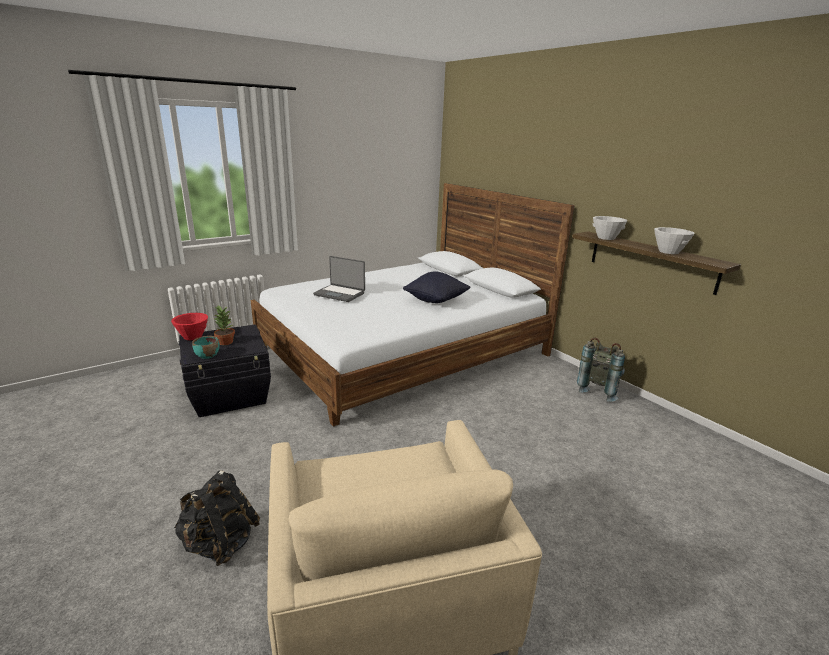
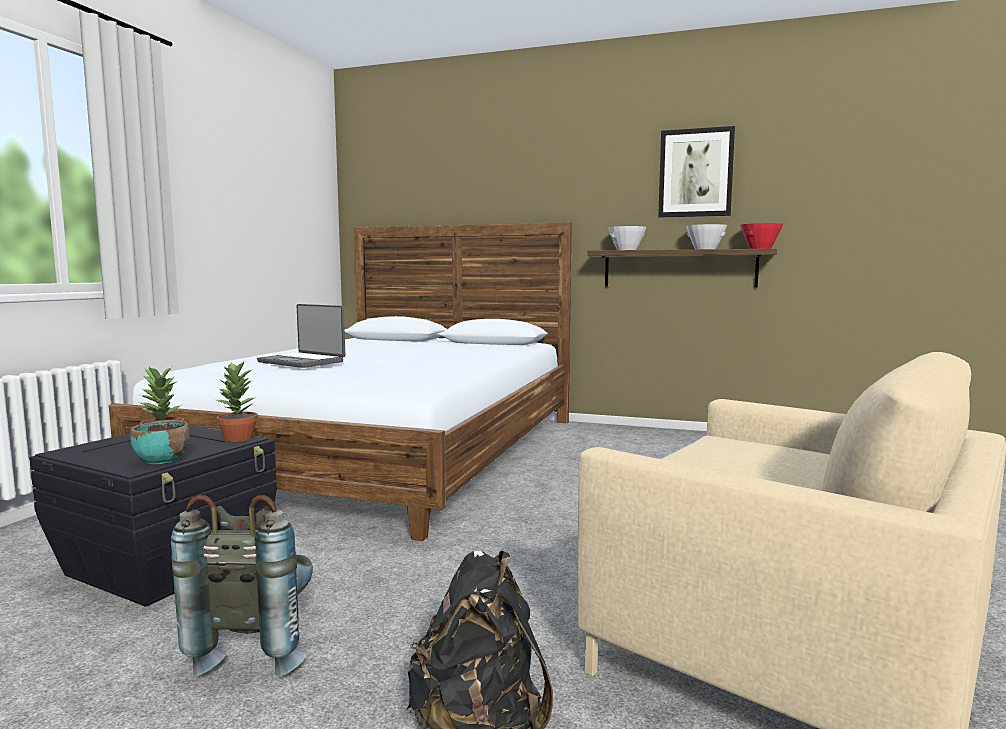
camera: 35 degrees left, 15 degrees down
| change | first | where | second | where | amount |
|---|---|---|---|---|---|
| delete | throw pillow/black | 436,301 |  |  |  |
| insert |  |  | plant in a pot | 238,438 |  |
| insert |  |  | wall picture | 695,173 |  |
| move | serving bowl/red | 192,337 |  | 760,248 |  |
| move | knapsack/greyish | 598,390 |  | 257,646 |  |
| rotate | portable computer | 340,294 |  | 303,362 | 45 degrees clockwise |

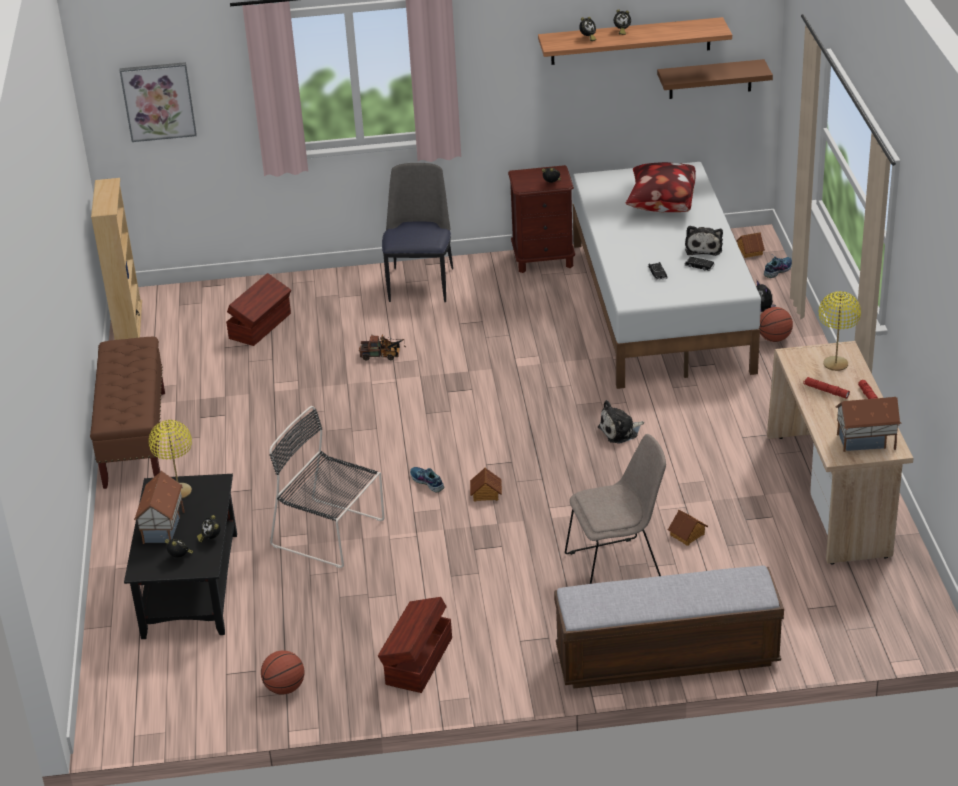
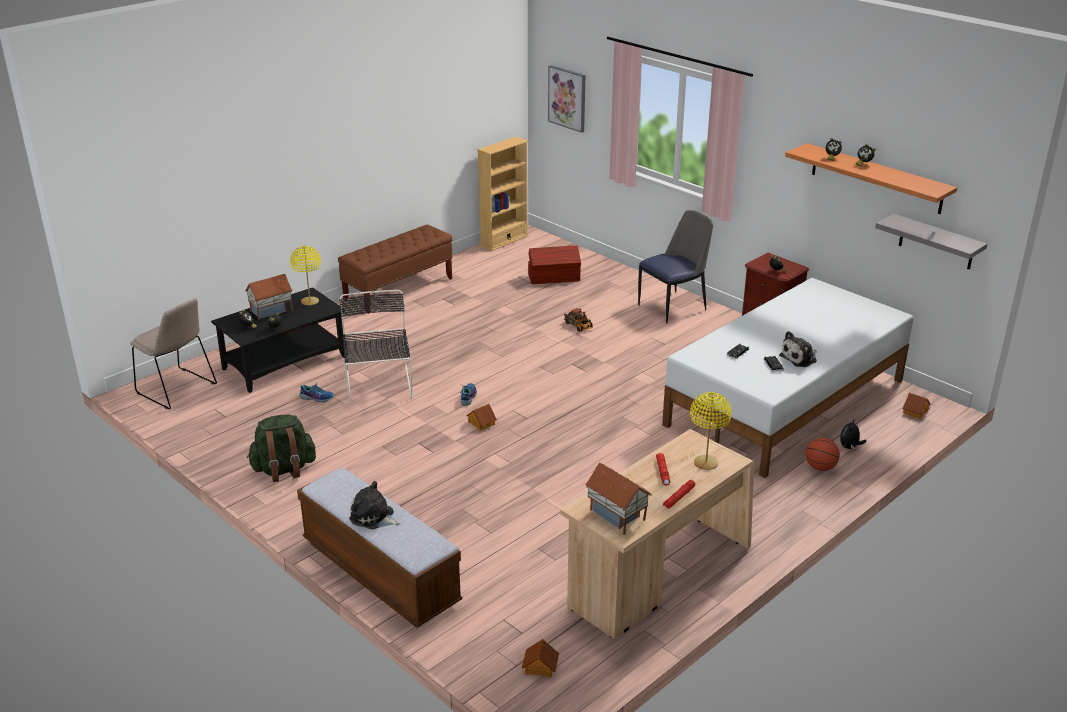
camera: 50 degrees right, 5 degrees down
| change | first | where | second | where | amount |
|---|---|---|---|---|---|
| delete | ball for basketball | 284,688 |  |  |  |
| delete | throw pillow | 661,206 |  |  |  |
| move | chair/beige | 617,569 |  | 178,389 |  |
| move | soft toy | 620,431 |  | 374,517 |  |
| move | model house | 687,535 |  | 540,667 |  |
| move | low shoe | 777,270 |  | 317,397 |  |
| replace | storage box/brown | 417,661 | knapsack/green | 284,469 |  |
| recolor | wall shelf/brown | 710,79 | wall shelf/greyish | 936,242 |  |

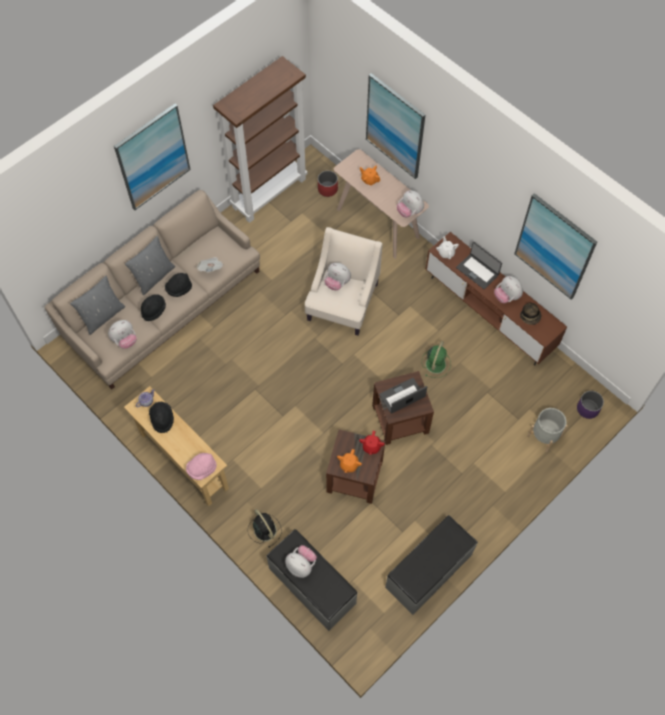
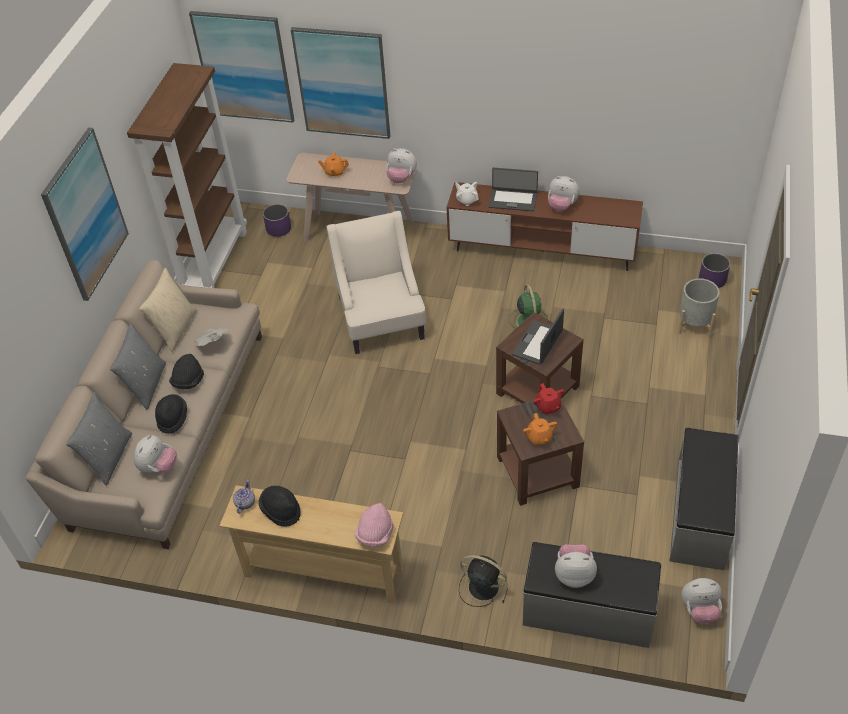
camera: 30 degrees left, 15 degrees down
| change | first | where | second | where | amount |
|---|---|---|---|---|---|
| delete | clothing hat | 530,317 |  |  |  |
| insert |  |  | throw pillow/beige | 175,329 |  |
| move | soft toy | 337,283 |  | 699,610 |  |
| move | wall picture | 554,247 |  | 244,67 |  |
| recolor | plant pot/red | 327,189 | plant pot/purple-coloured | 278,229 |  |

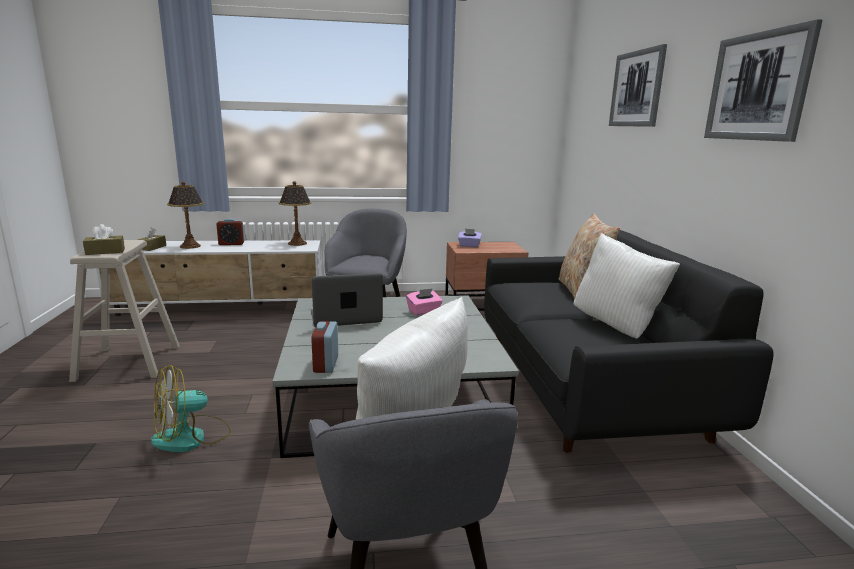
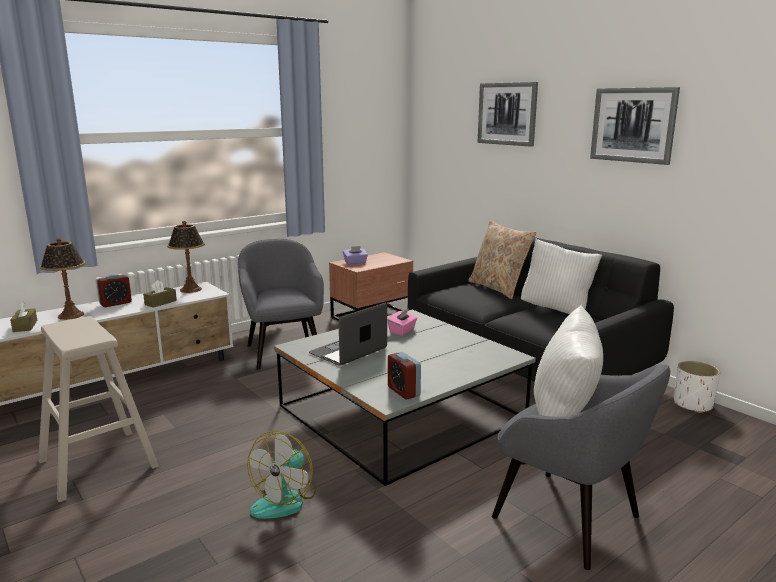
camera: 30 degrees left, 0 degrees up
| change | first | where | second | where | amount |
|---|---|---|---|---|---|
| insert |  |  | plant pot/white | 693,405 |  |
| move | tissue holder/brown | 105,252 |  | 160,302 |  |

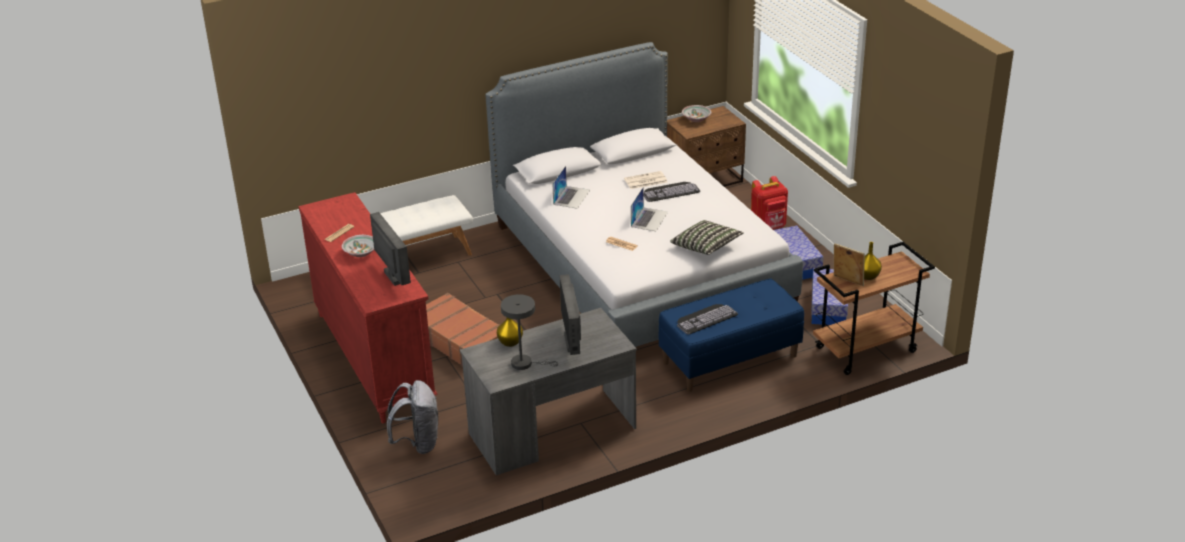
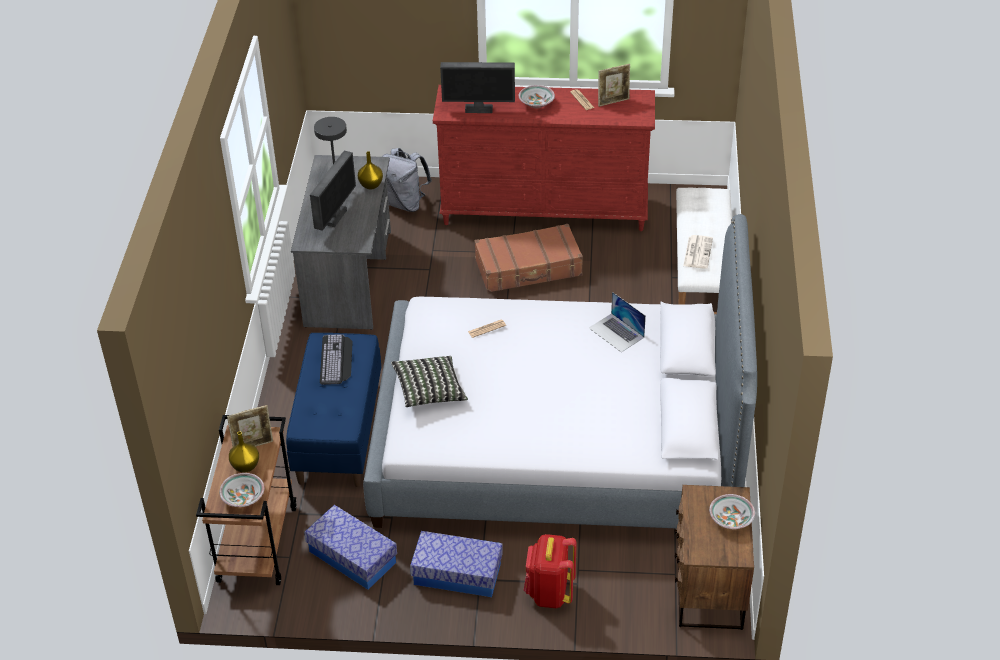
camera: 120 degrees right, 10 degrees up
| change | first | where | second | where | amount |
|---|---|---|---|---|---|
| delete | portable computer | 649,219 |  |  |  |
| delete | keyboard | 670,191 |  |  |  |
| insert |  |  | serving bowl | 243,497 |  |
| insert |  |  | picture frame | 613,101 |  |
| move | printed paper | 645,181 |  | 697,252 |  |
| rotate | computer display | 572,343 |  | 335,217 | 90 degrees clockwise |

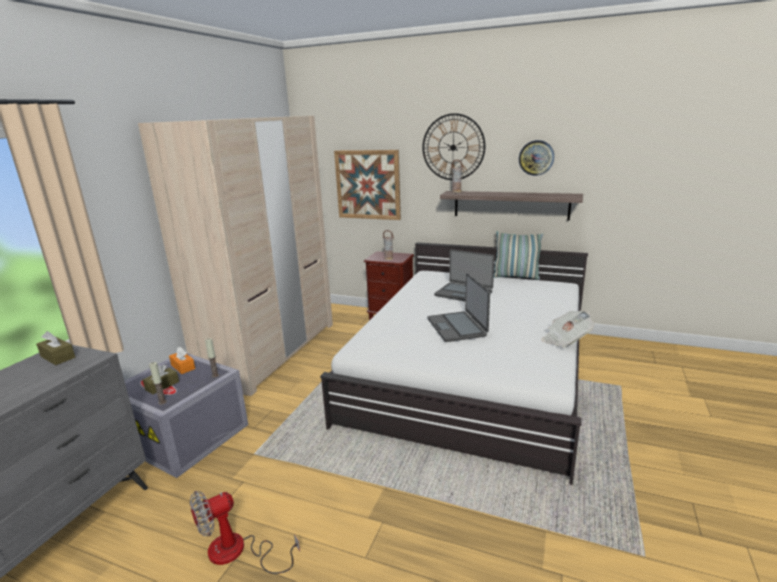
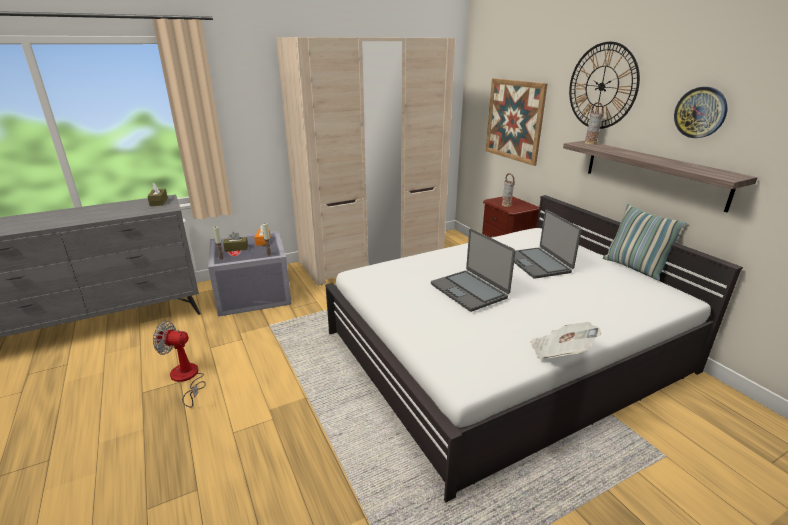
camera: 40 degrees right, 5 degrees up
| change | first | where | second | where | amount |
|---|---|---|---|---|---|
| rotate | portable computer | 457,327 |  | 469,291 | 60 degrees counterclockwise |

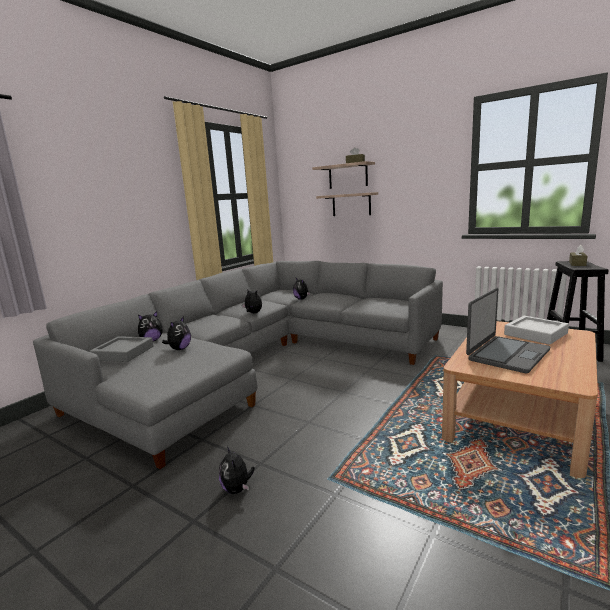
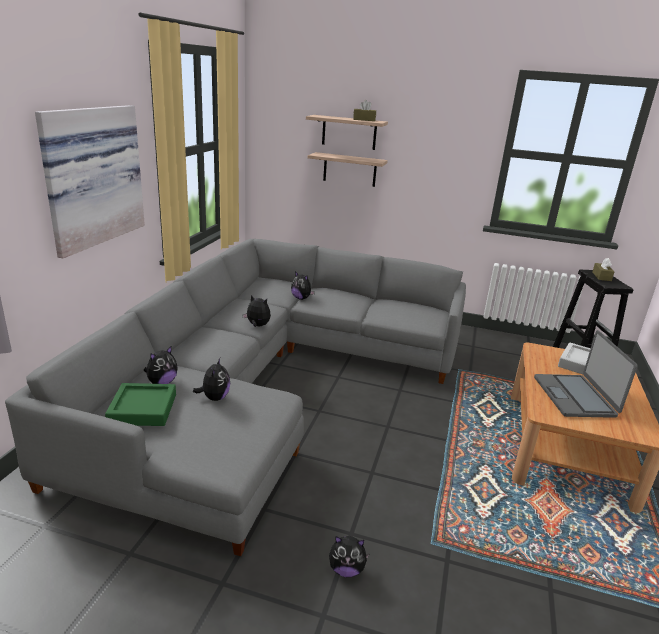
camera: 20 degrees left, 10 degrees up
| change | first | where | second | where | amount |
|---|---|---|---|---|---|
| insert |  |  | wall picture | 91,176 |  |
| recolor | serving tray/greyish | 123,353 | serving tray/green | 143,409 |  |
| rotate | soft toy | 237,489 |  | 346,569 | 45 degrees counterclockwise |
| rotate | portable computer | 507,354 |  | 575,396 | 150 degrees clockwise |

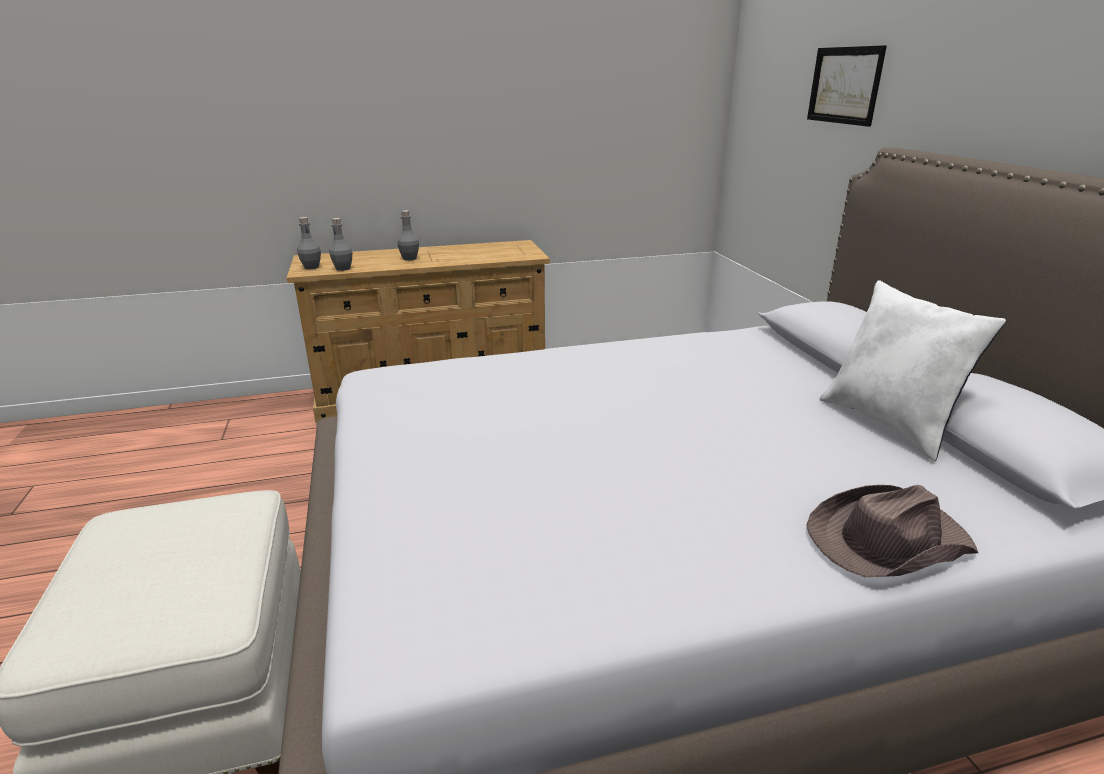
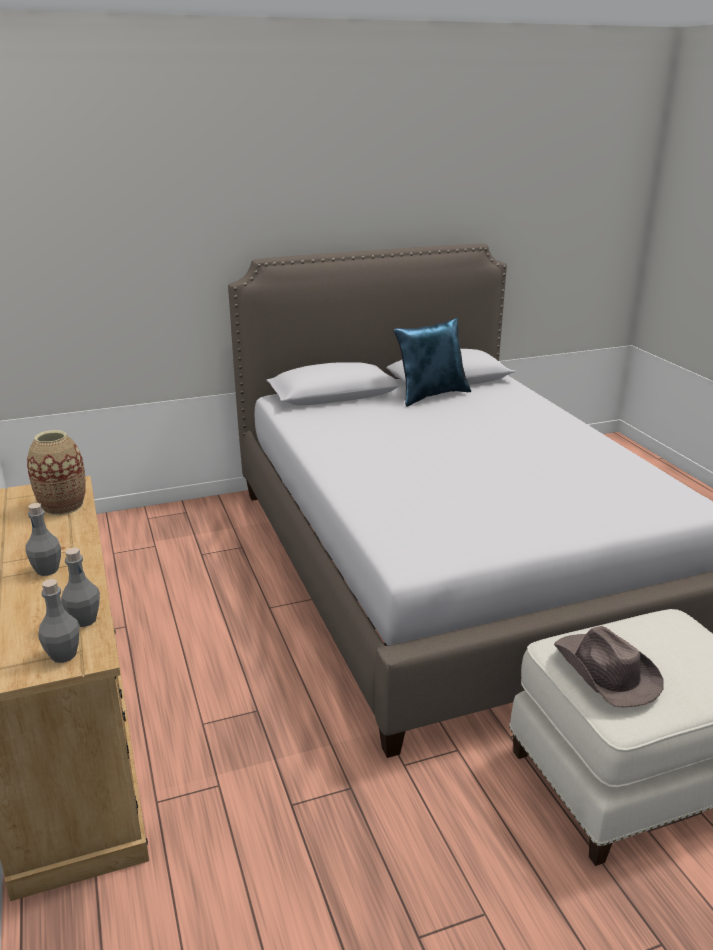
camera: 95 degrees left, 0 degrees up
| change | first | where | second | where | amount |
|---|---|---|---|---|---|
| delete | wall picture | 844,85 |  |  |  |
| insert |  |  | vase | 62,506 |  |
| move | clothing hat/brown | 887,540 |  | 605,672 |  |
| recolor | throw pillow/white | 889,424 | throw pillow/blue | 431,395 |  |

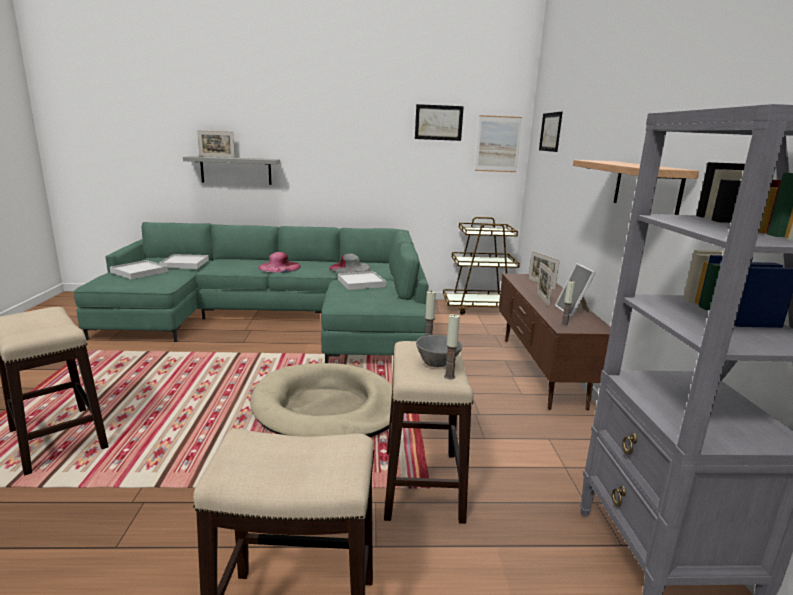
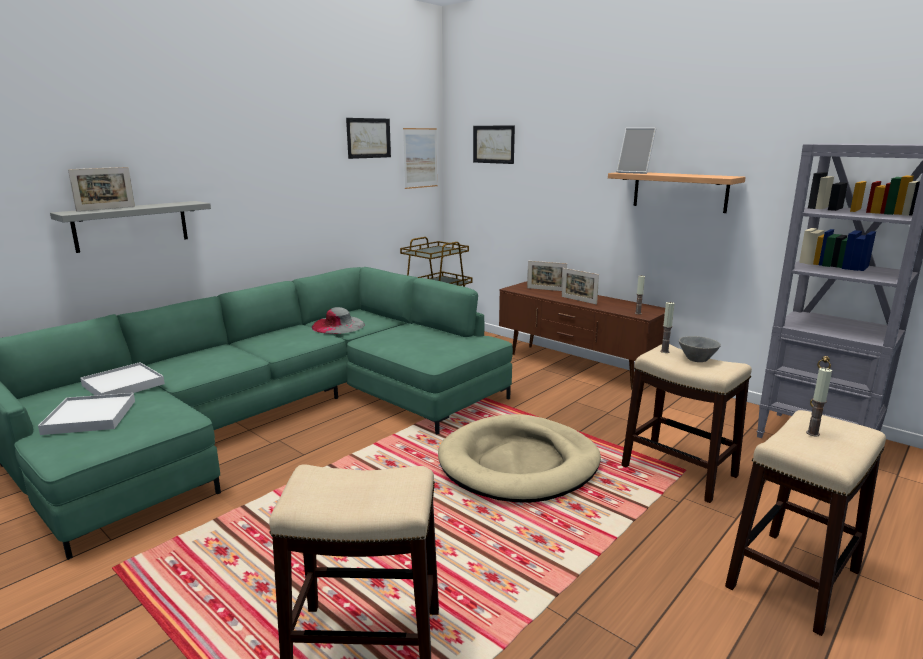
camera: 45 degrees left, 0 degrees up
| change | first | where | second | where | amount |
|---|---|---|---|---|---|
| delete | clothing hat/pink | 279,267 |  |  |  |
| delete | serving tray/white | 361,283 |  |  |  |
| move | wax candle | 449,376 |  | 812,433 |  |
| move | picture frame | 573,311 |  | 635,172 |  |

